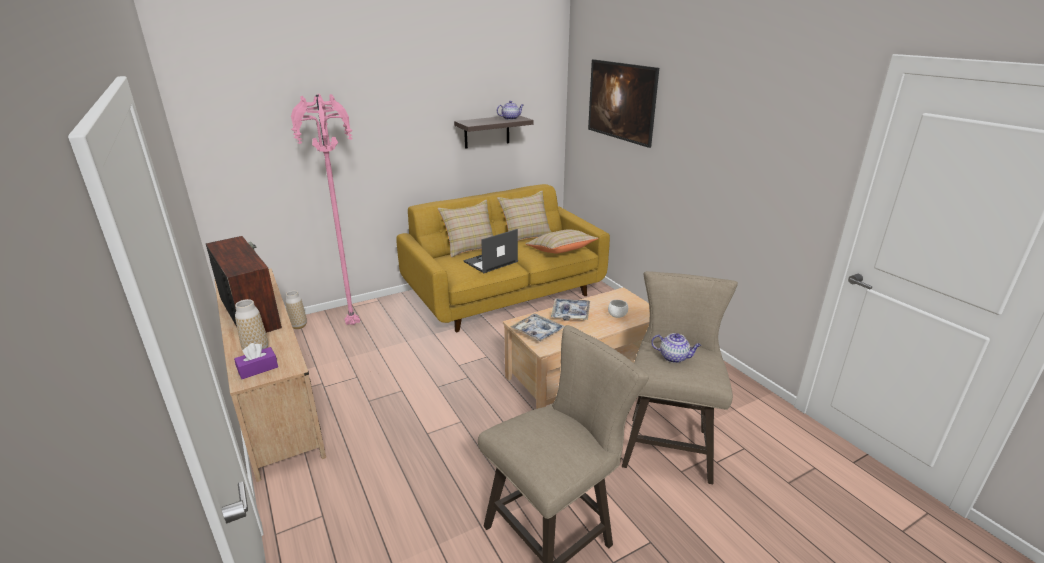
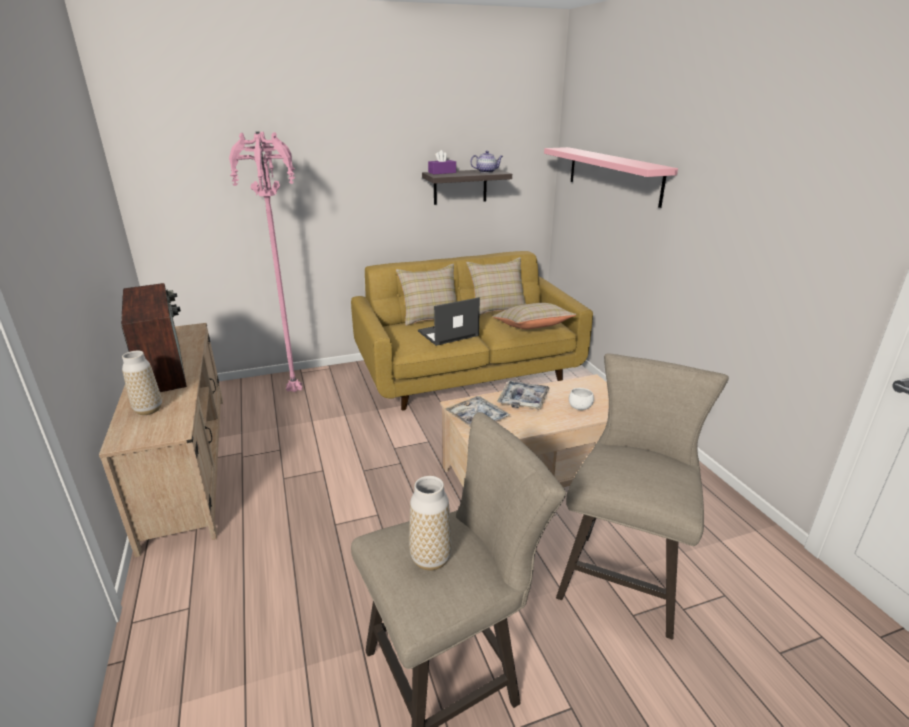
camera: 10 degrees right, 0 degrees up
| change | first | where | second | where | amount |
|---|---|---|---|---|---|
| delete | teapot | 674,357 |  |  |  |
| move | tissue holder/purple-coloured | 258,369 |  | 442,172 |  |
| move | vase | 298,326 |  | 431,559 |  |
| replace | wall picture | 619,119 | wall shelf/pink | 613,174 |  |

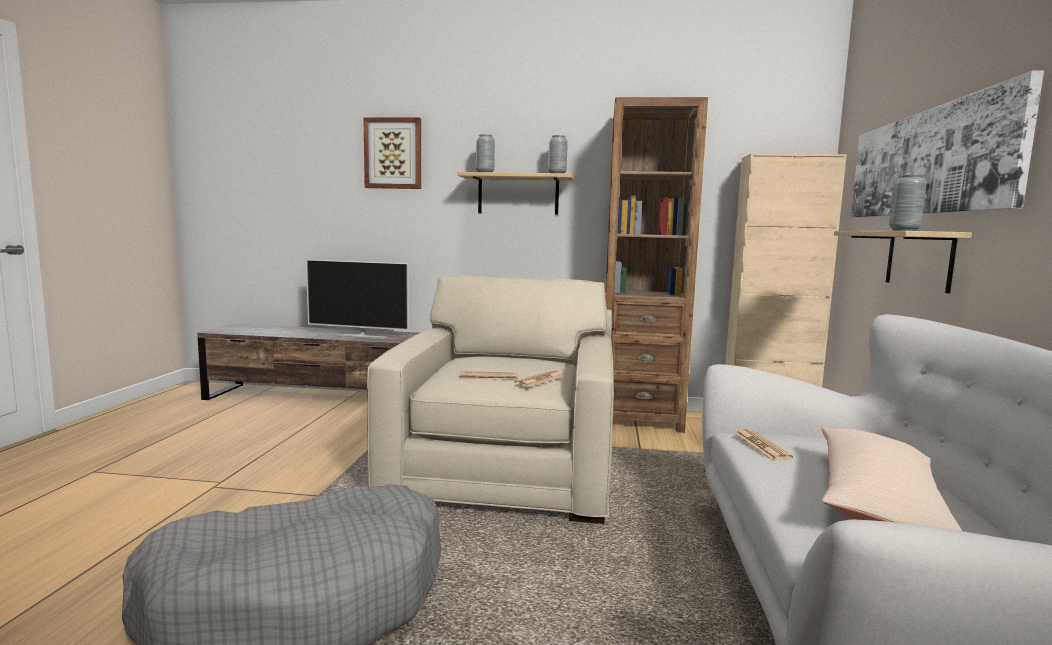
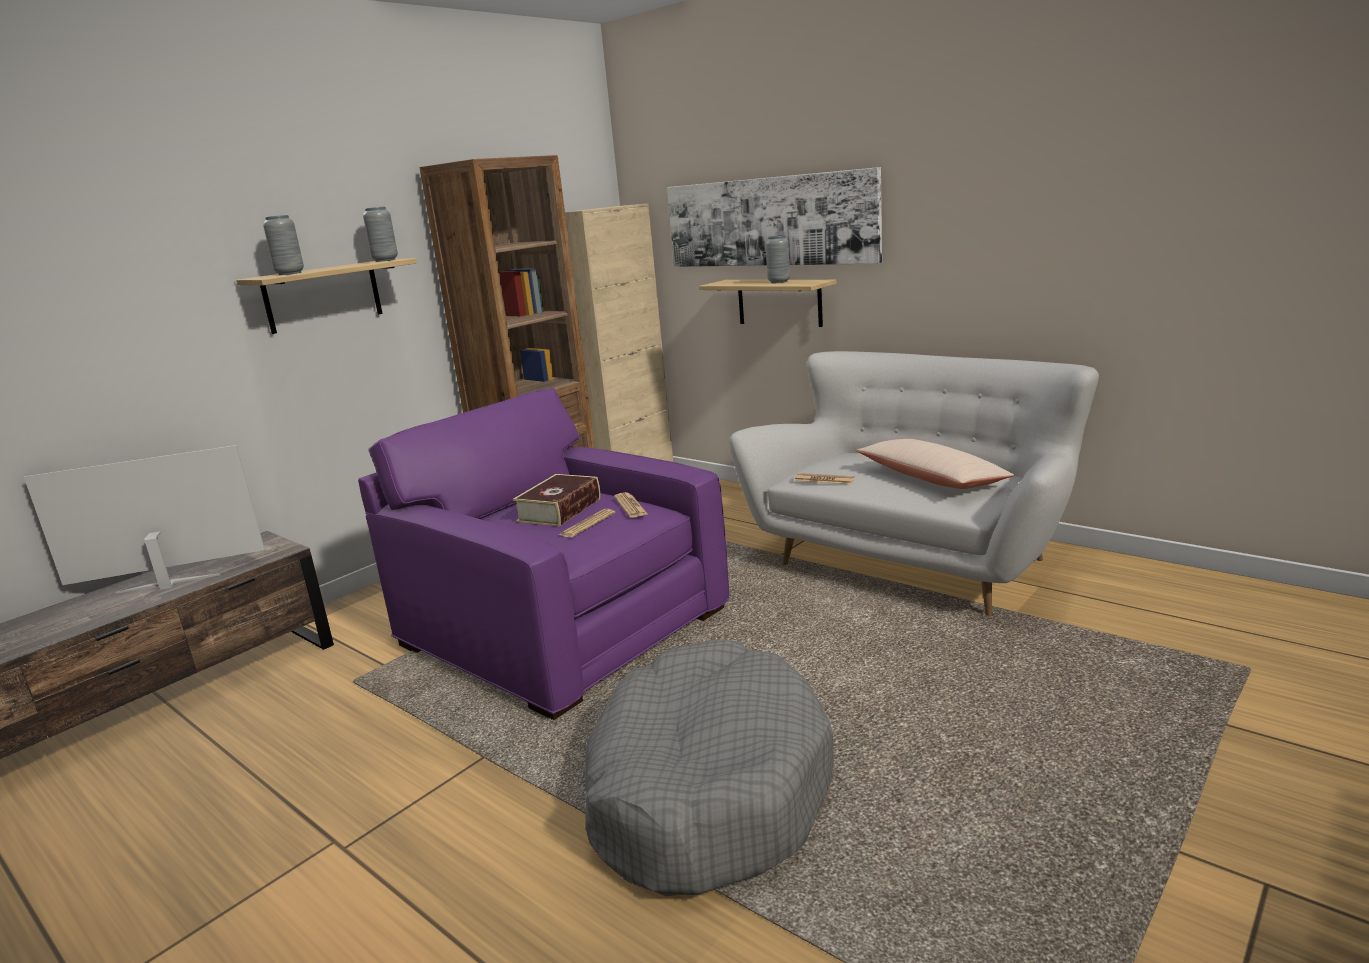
camera: 55 degrees left, 10 degrees up
| change | first | where | second | where | amount |
|---|---|---|---|---|---|
| delete | wall picture | 393,153 |  |  |  |
| insert |  |  | bound book | 559,510 |  |
| recolor | lounge chair/beige | 505,468 | lounge chair/purple-coloured | 562,627 |  |
| rotate | TV set | 360,335 |  | 168,585 | 150 degrees counterclockwise |

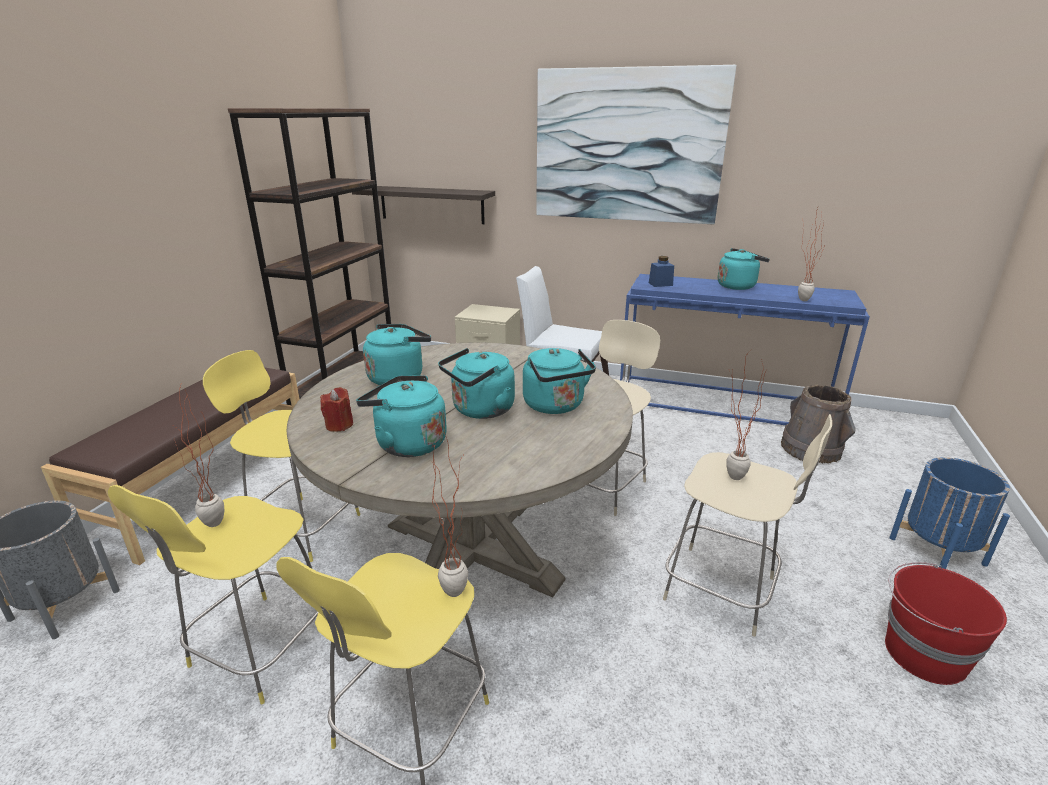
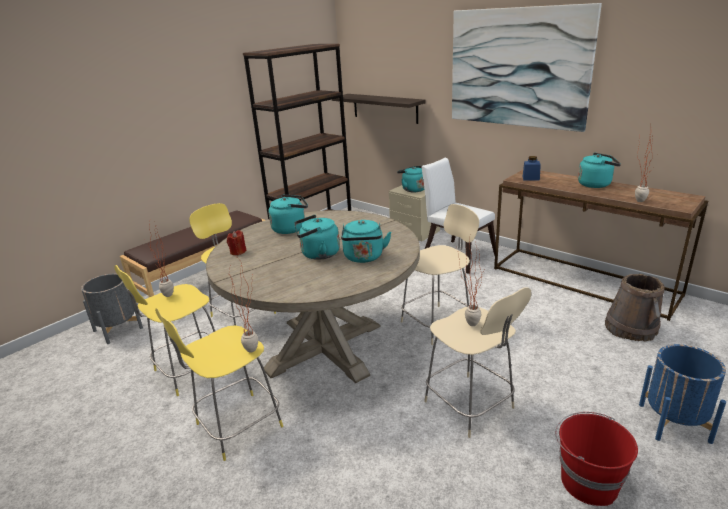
camera: 25 degrees right, 0 degrees up
| change | first | where | second | where | amount |
|---|---|---|---|---|---|
| move | tea kettle/turquoise | 407,443 |  | 412,189 |  |
| recolor | hall table/blue | 724,403 | hall table/brown | 584,281 |  |

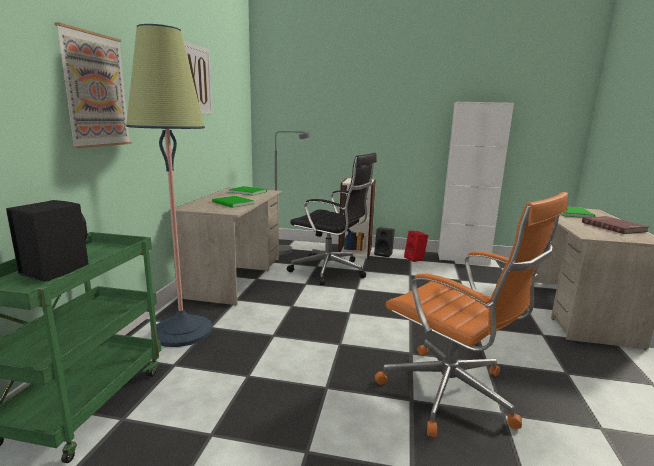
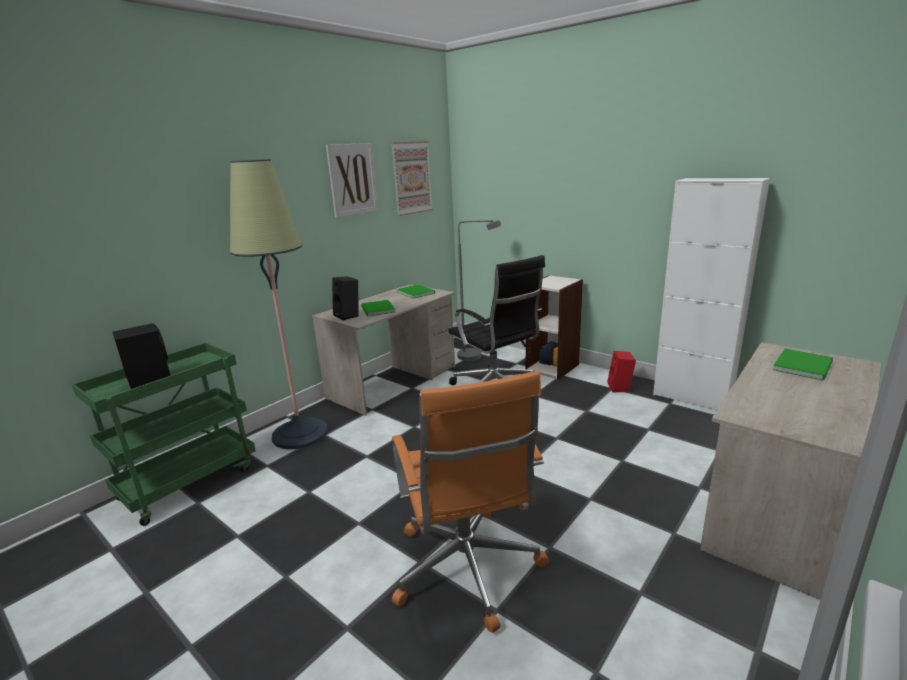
camera: 30 degrees right, 5 degrees up
| change | first | where | second | where | amount |
|---|---|---|---|---|---|
| delete | bound book/red | 614,227 |  |  |  |
| move | wall picture | 95,90 |  | 411,178 |  |
| move | speaker/black | 384,254 |  | 348,315 |  |

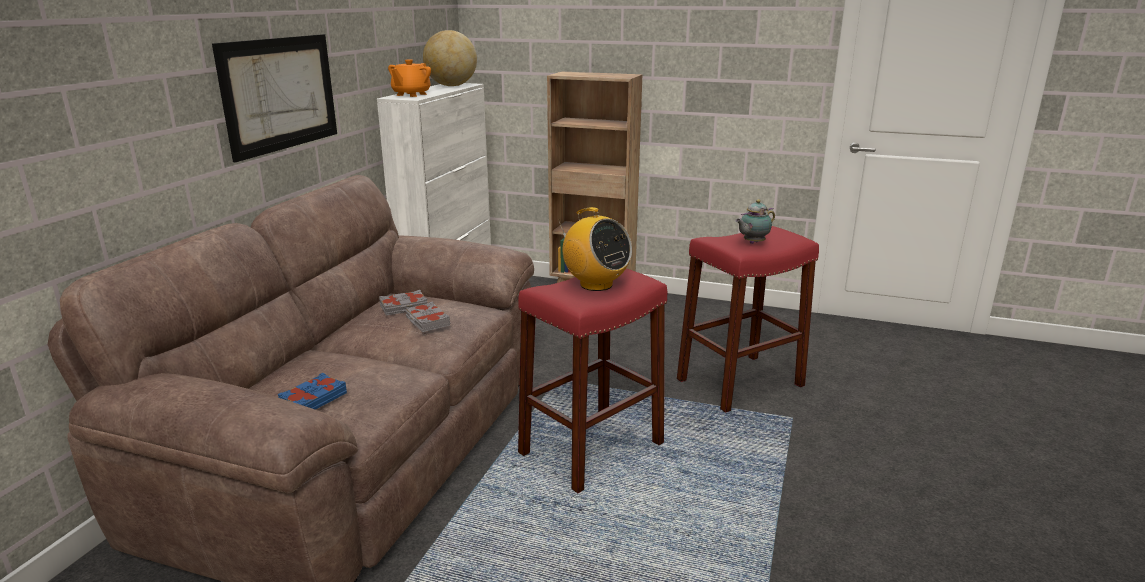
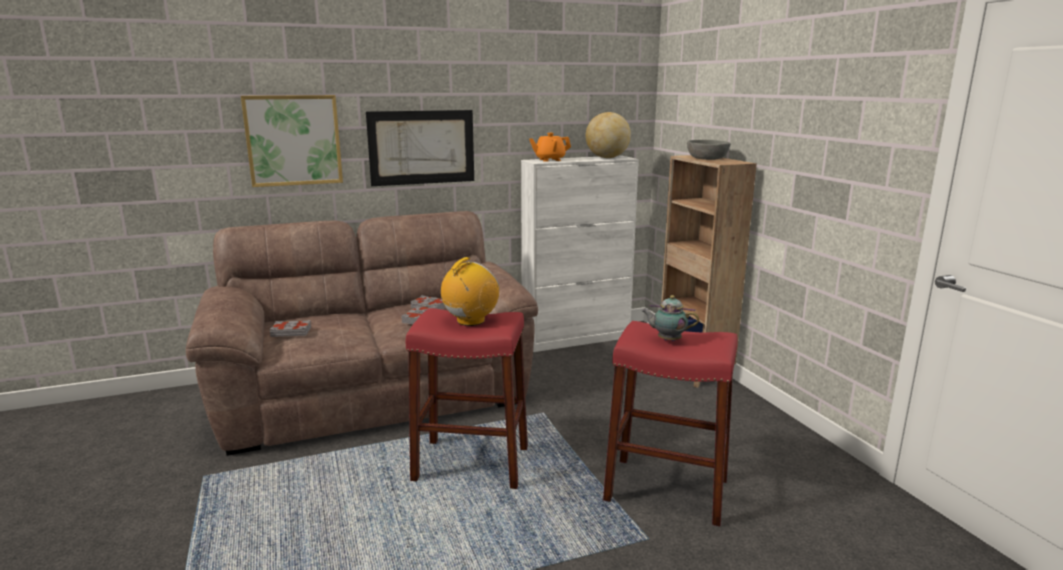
camera: 50 degrees right, 5 degrees down
| change | first | where | second | where | amount |
|---|---|---|---|---|---|
| insert |  |  | wall picture | 293,140 |  |
| insert |  |  | serving bowl/greyish | 707,158 |  |
| recolor | bound book/blue | 313,399 | bound book/greyish | 291,332 |  |
| rotate | radio receiver | 595,284 |  | 470,321 | 150 degrees counterclockwise |

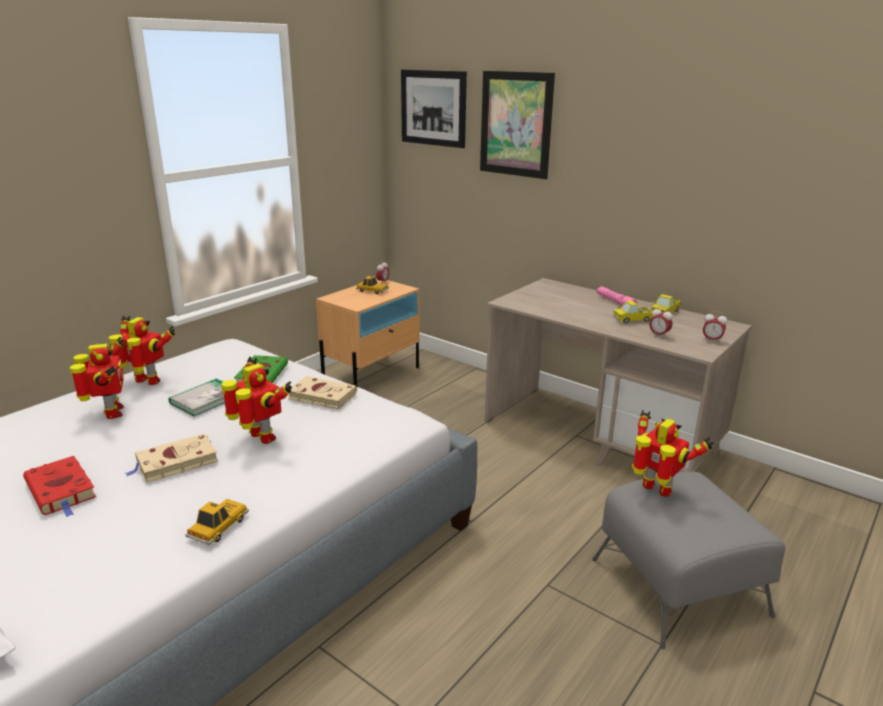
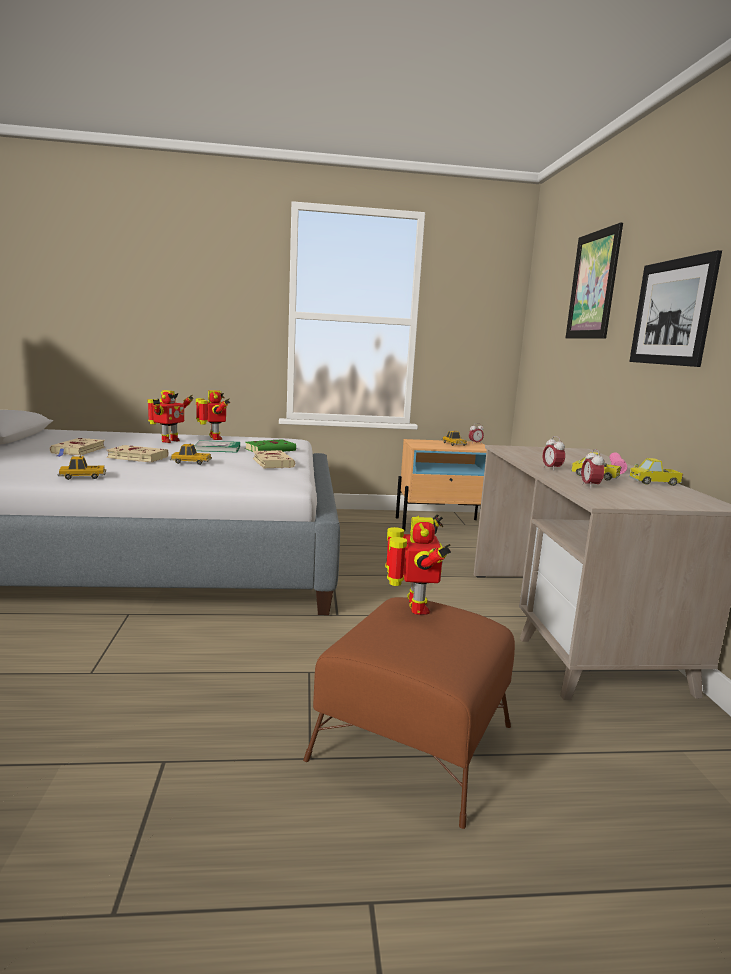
camera: 45 degrees right, 10 degrees down
| change | first | where | second | where | amount |
|---|---|---|---|---|---|
| move | wall picture | 433,108 |  | 672,312 |  |
| move | bedside clock | 711,340 |  | 551,469 |  |
| replace | robot figure | 261,438 | model car | 191,462 |  |
| recolor | bound book/red | 62,490 | bound book/beige | 78,451 |  |
| recolor | pouffe/greyish | 678,585 | pouffe/brown | 414,741 |  |

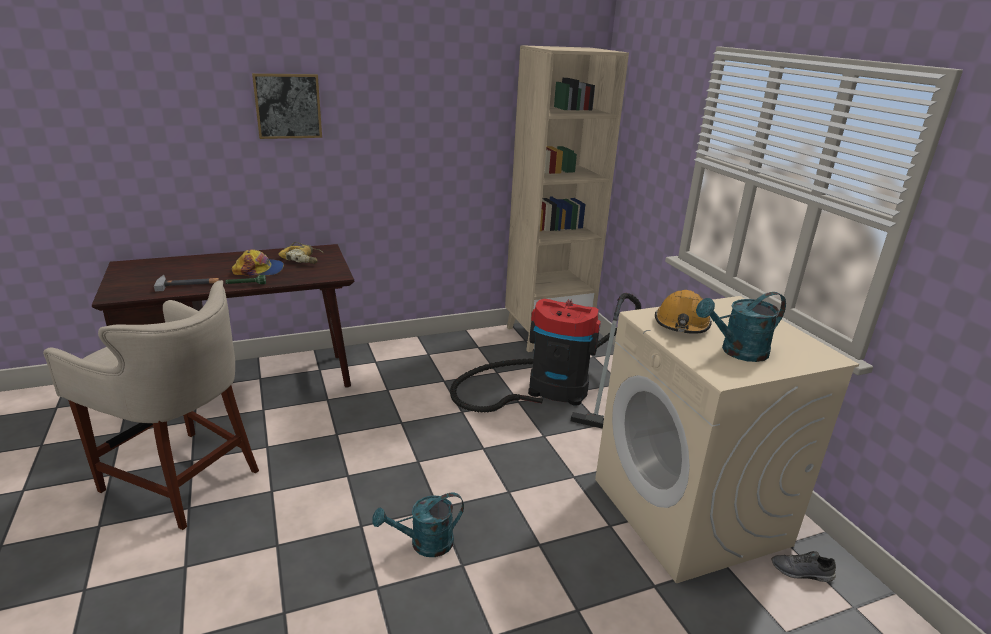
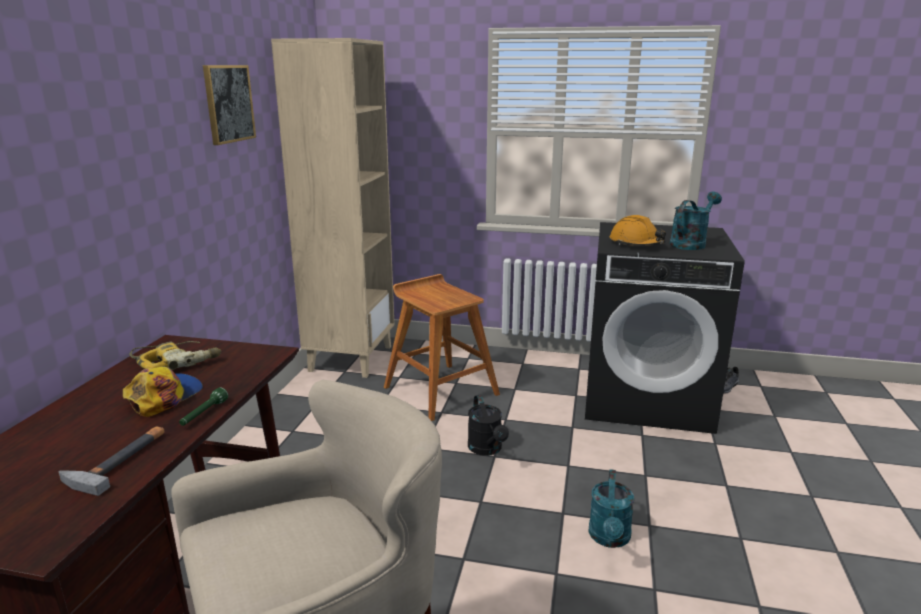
camera: 55 degrees left, 5 degrees down
| change | first | where | second | where | amount |
|---|---|---|---|---|---|
| insert |  |  | watering pot/black | 487,449 |  |
| move | wall picture | 288,106 |  | 228,103 |  |
| replace | vacuum cleaner | 550,389 | sitting stool/brown | 440,390 |  |
| recolor | laundry machine/beige | 690,512 | laundry machine/black | 647,398 |  |
| rotate | watering pot/turquoise | 737,352 |  | 690,243 | 150 degrees counterclockwise |

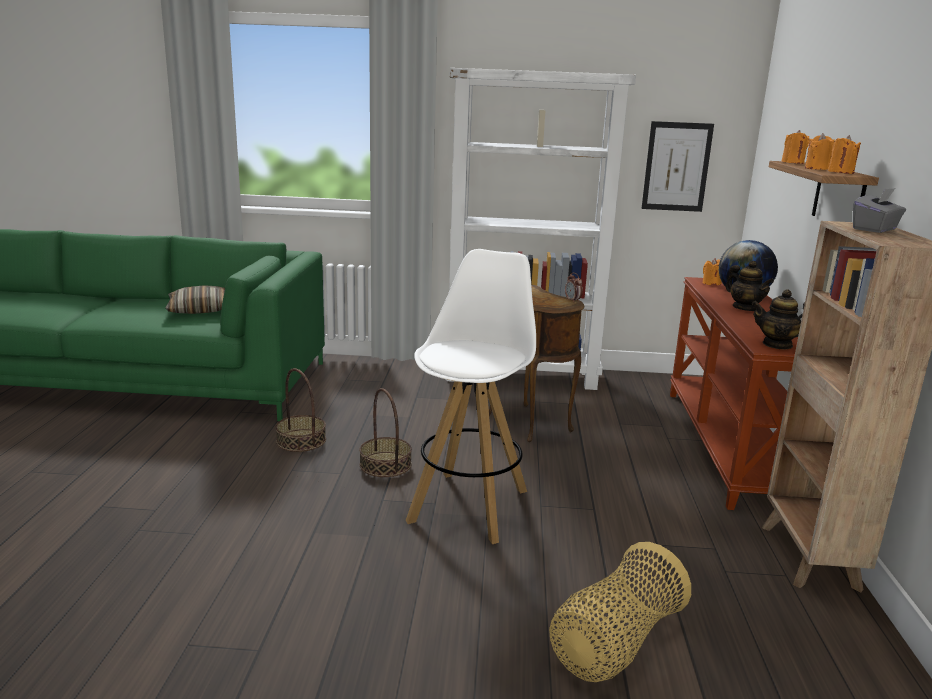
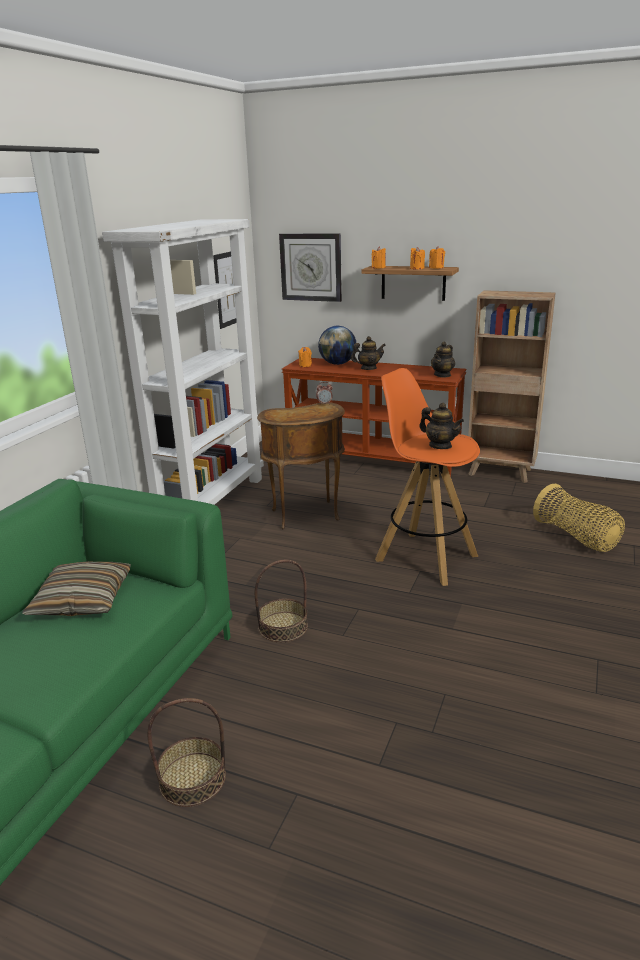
camera: 70 degrees left, 5 degrees up
| change | first | where | second | where | amount |
|---|---|---|---|---|---|
| delete | tissue holder/greyish | 875,229 |  |  |  |
| insert |  |  | wall clock | 311,267 |  |
| insert |  |  | teapot | 440,446 |  |
| move | storage basket | 385,464 |  | 192,778 |  |
| recolor | sitting stool/white | 469,504 | sitting stool/orange | 425,557 |  |

